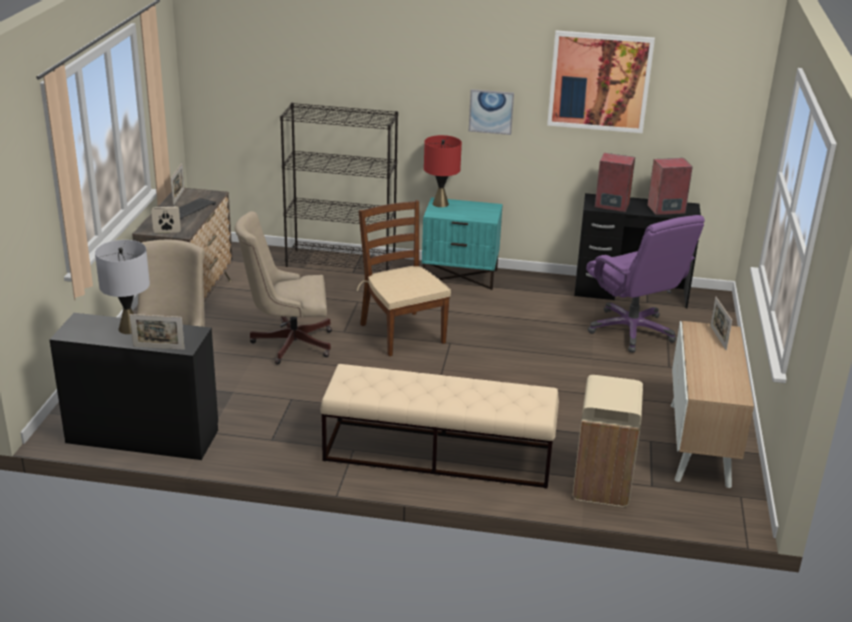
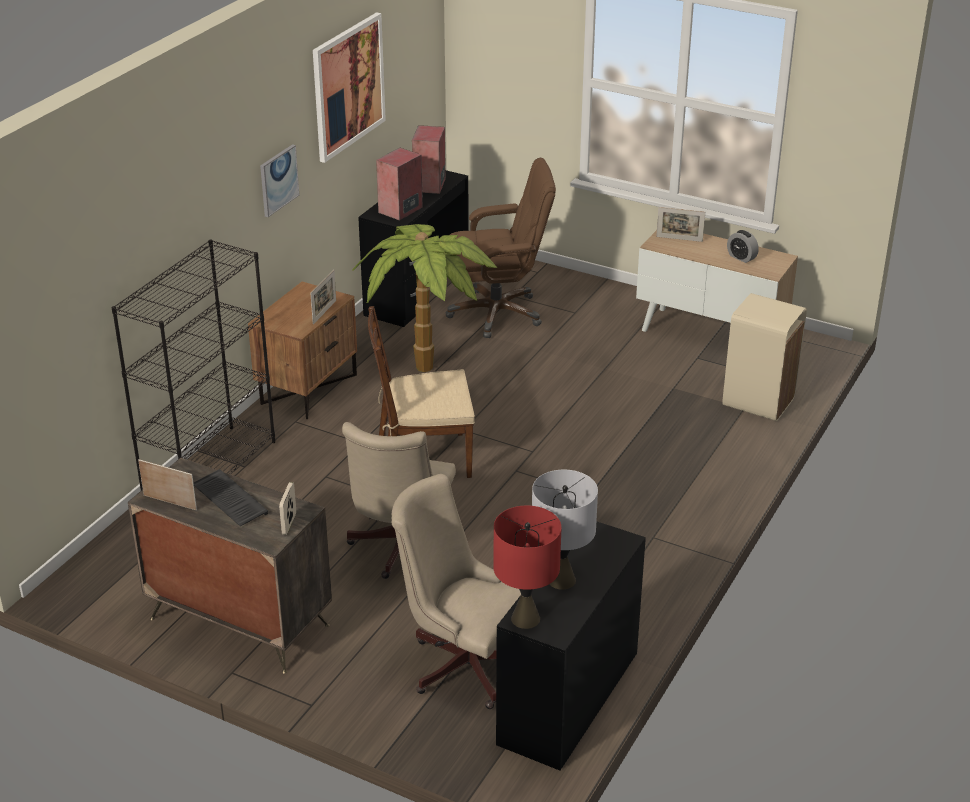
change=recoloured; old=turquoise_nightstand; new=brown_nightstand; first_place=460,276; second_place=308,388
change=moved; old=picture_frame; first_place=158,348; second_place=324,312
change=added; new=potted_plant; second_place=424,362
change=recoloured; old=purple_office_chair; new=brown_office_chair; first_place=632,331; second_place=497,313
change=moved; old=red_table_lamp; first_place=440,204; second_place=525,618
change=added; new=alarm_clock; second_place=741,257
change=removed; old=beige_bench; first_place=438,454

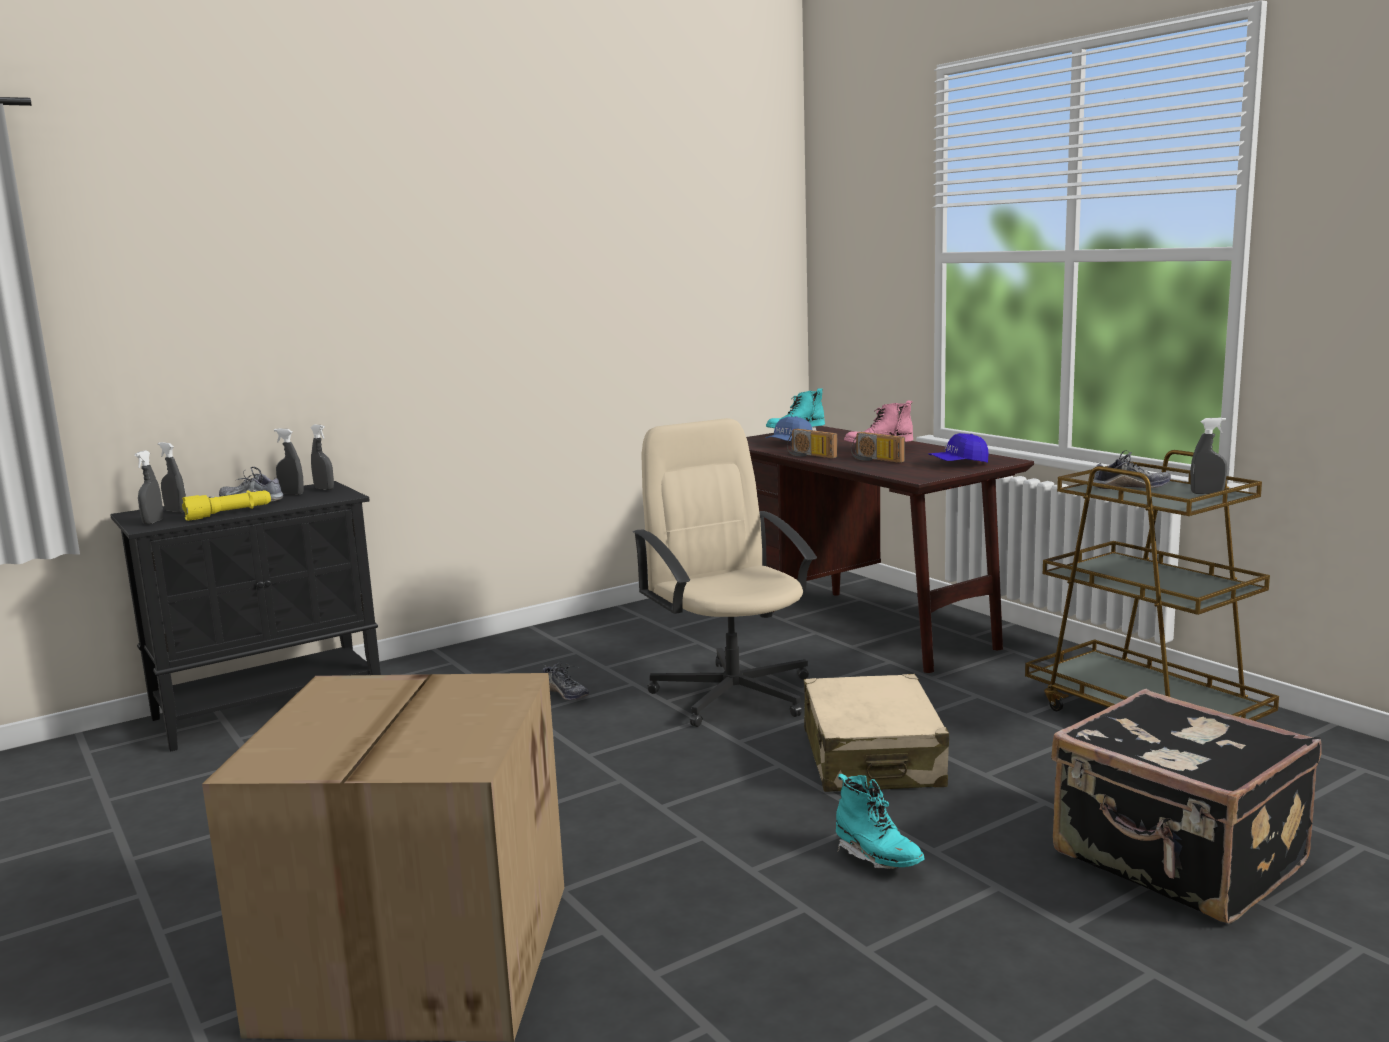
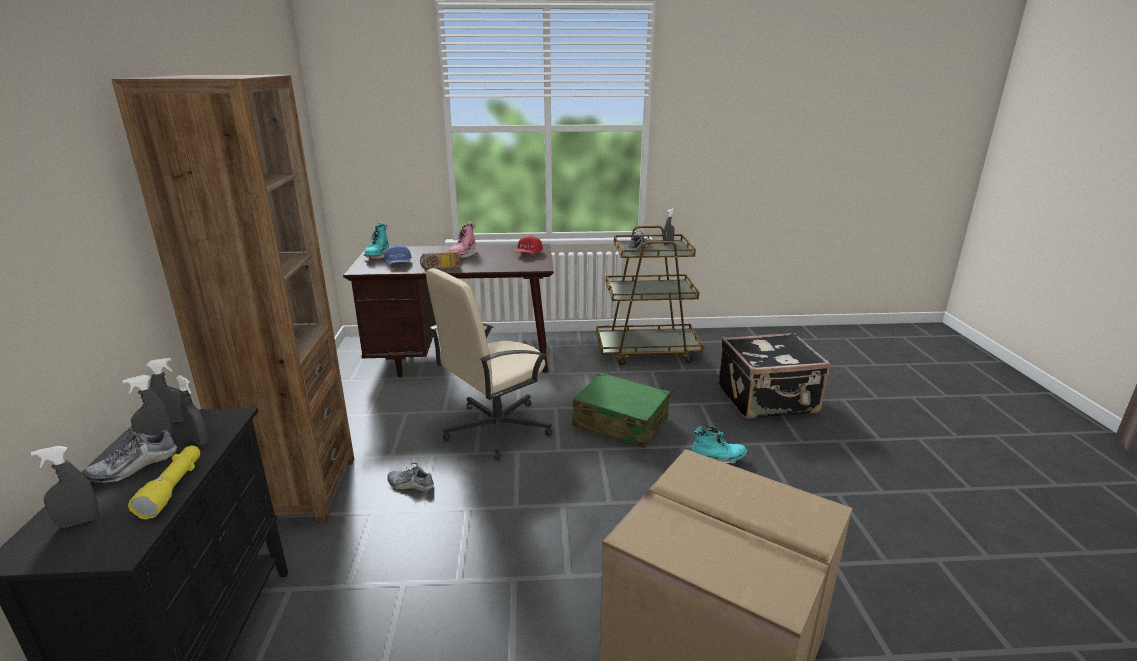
change=added; new=brown_bookcase; second_place=298,490
change=moved; old=grey_spray_bottle; first_place=153,522; second_place=199,441
change=turned; old=shoe; first_place=565,693; second_place=410,484; degrees=-150
change=turned; old=beige_office_chair; first_place=733,693; second_place=496,429; degrees=-45
change=recoloured; old=blue_cap; new=red_cap; first_place=959,464; second_place=528,254
change=recoloured; old=beige_suitcase; new=green_suitcase; first_place=872,758; second_place=620,422
change=removed; old=radio; first_place=875,460

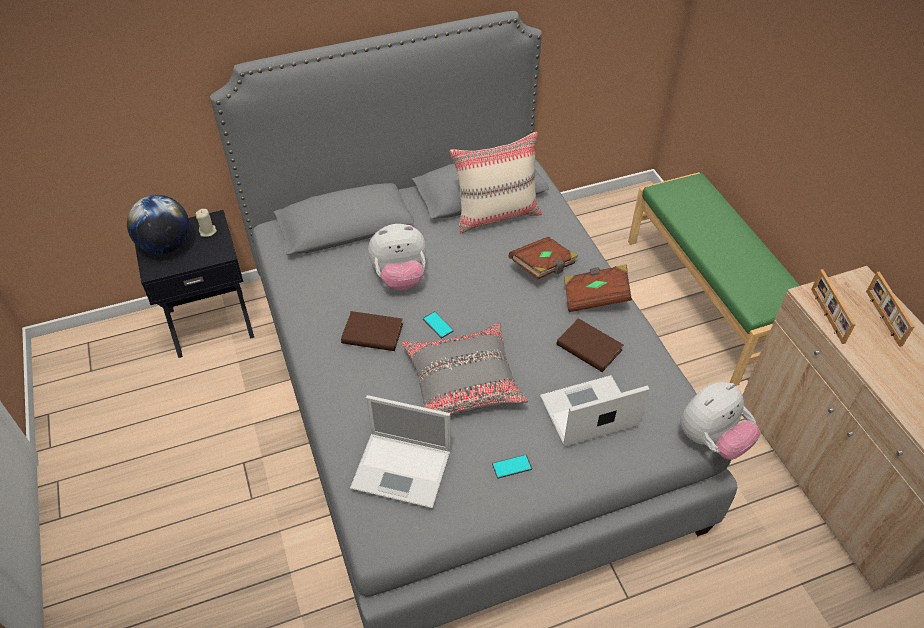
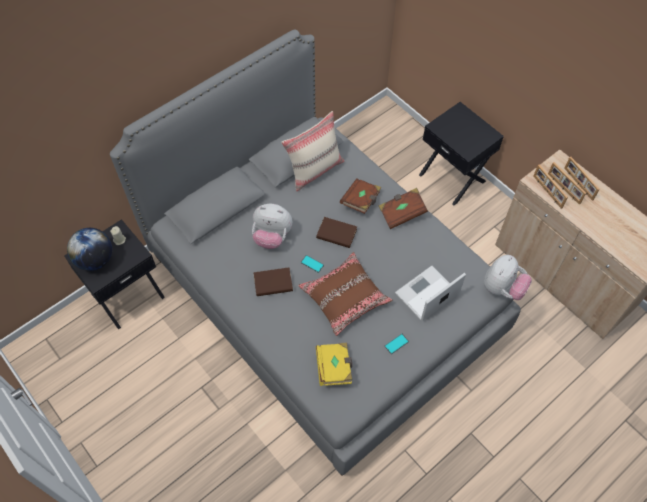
change=turned; old=plush_toy; first_place=400,277; second_place=272,236; degrees=45
change=recoloured; old=grey_pillow; new=brown_pillow; first_place=463,381; second_place=344,297
change=moved; old=brown_book; first_place=589,348; second_place=336,234
change=replaced; old=laptop; new=yellow_book; first_place=403,469; second_place=334,368
change=replaced; old=green_bench; new=black_nightstand; first_place=707,299; second_place=453,177
change=added; new=picture_frame; second_place=563,189

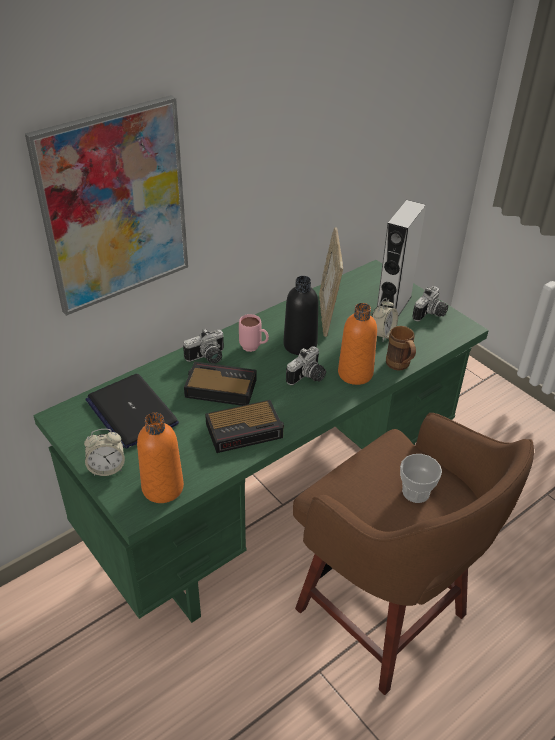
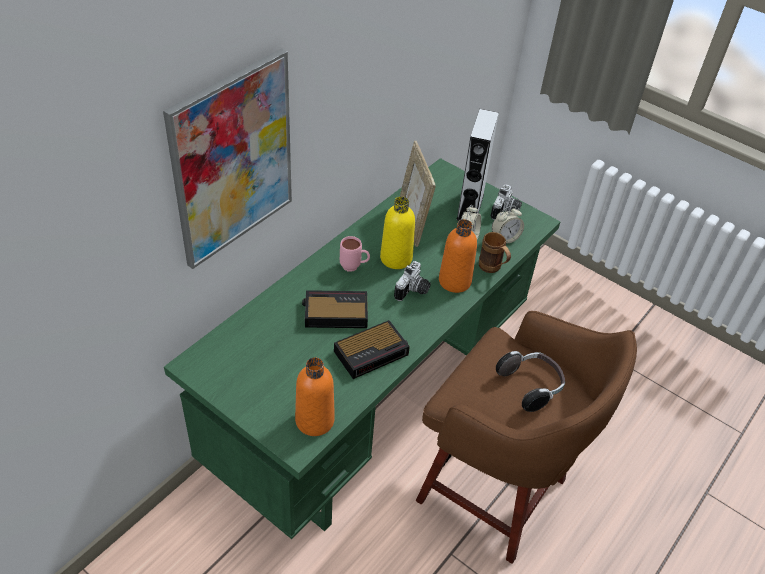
change=recoloured; old=black_bottle; new=yellow_bottle; first_place=300,345; second_place=396,258
change=moved; old=alarm_clock; first_place=107,468; second_place=505,238
change=replaced; old=cup; new=headphones; first_place=416,492; second_place=531,386
change=removed; old=laptop; first_place=131,412
change=removed; old=photo_camera; first_place=208,358

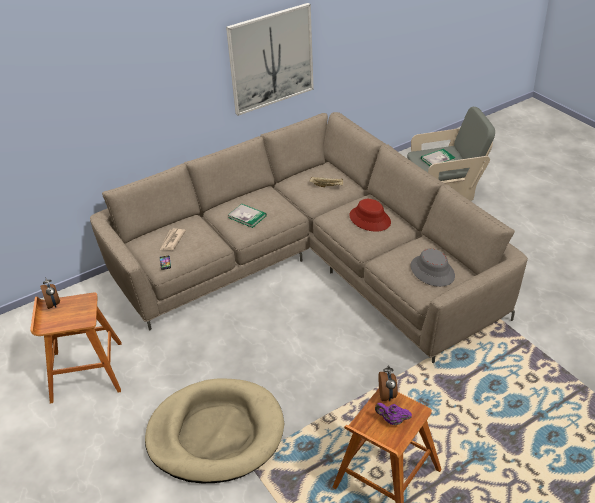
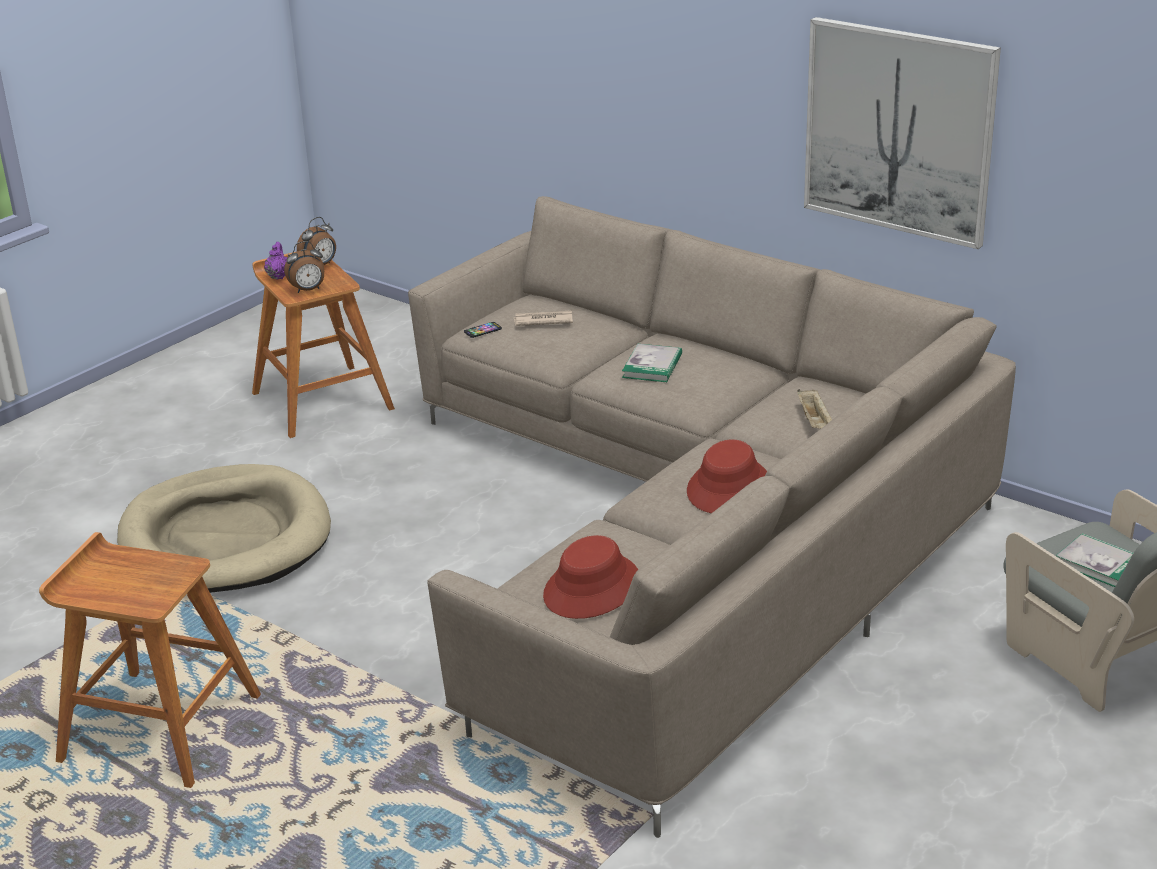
change=moved; old=purple_teapot; first_place=392,420; second_place=278,276
change=moved; old=alarm_clock; first_place=387,395; second_place=308,290
change=recoloured; old=grey_hat; new=red_hat; first_place=432,271; second_place=592,588

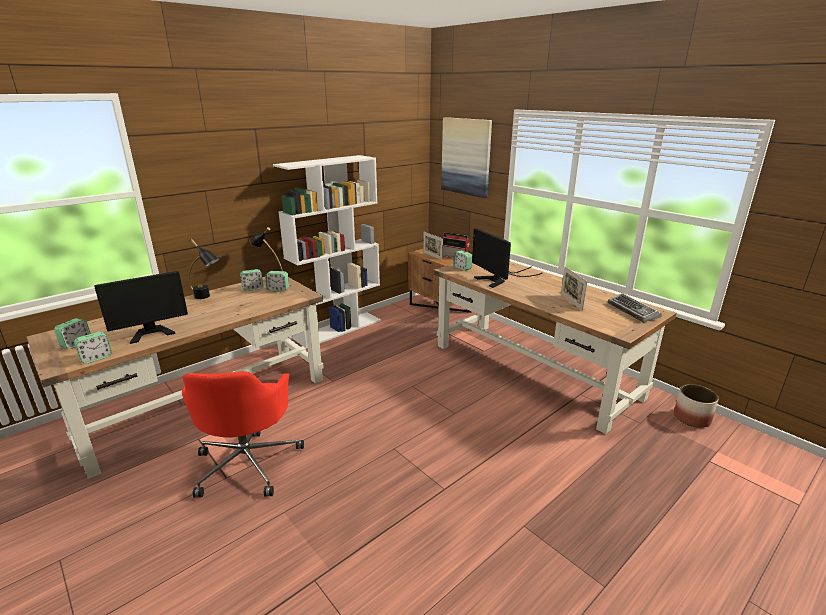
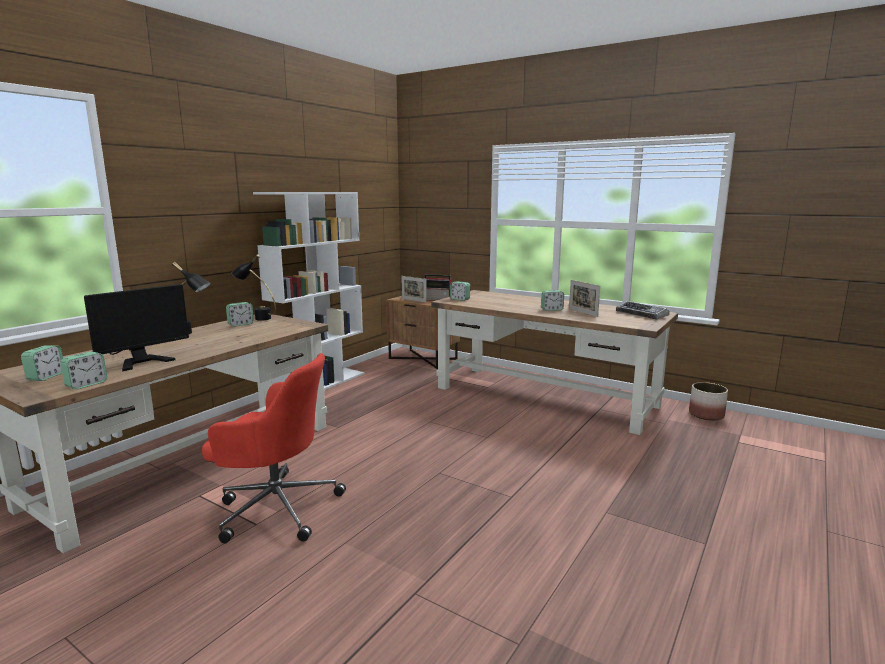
change=turned; old=red_office_chair; first_place=248,462; second_place=276,507; degrees=-60
change=moved; old=alarm_clock; first_place=278,289; second_place=552,309
change=removed; old=picture; first_place=466,157
change=removed; old=monitor; first_place=499,279

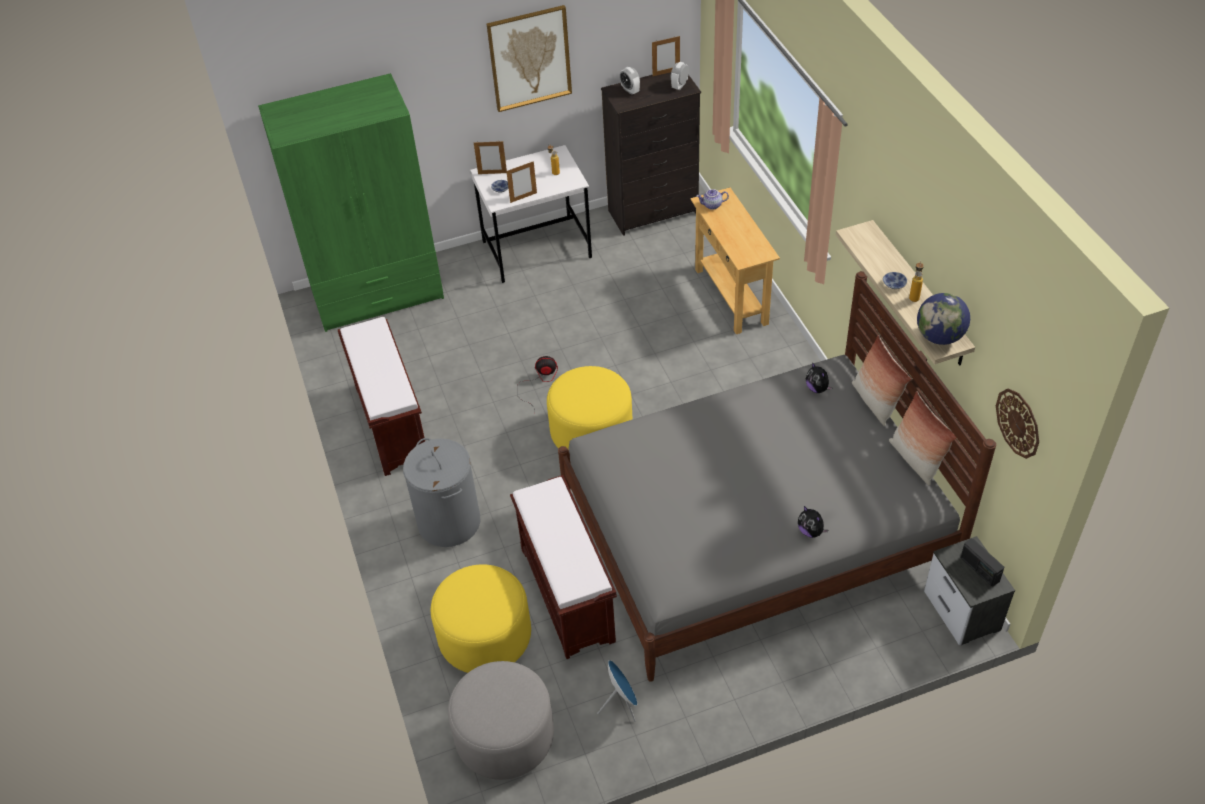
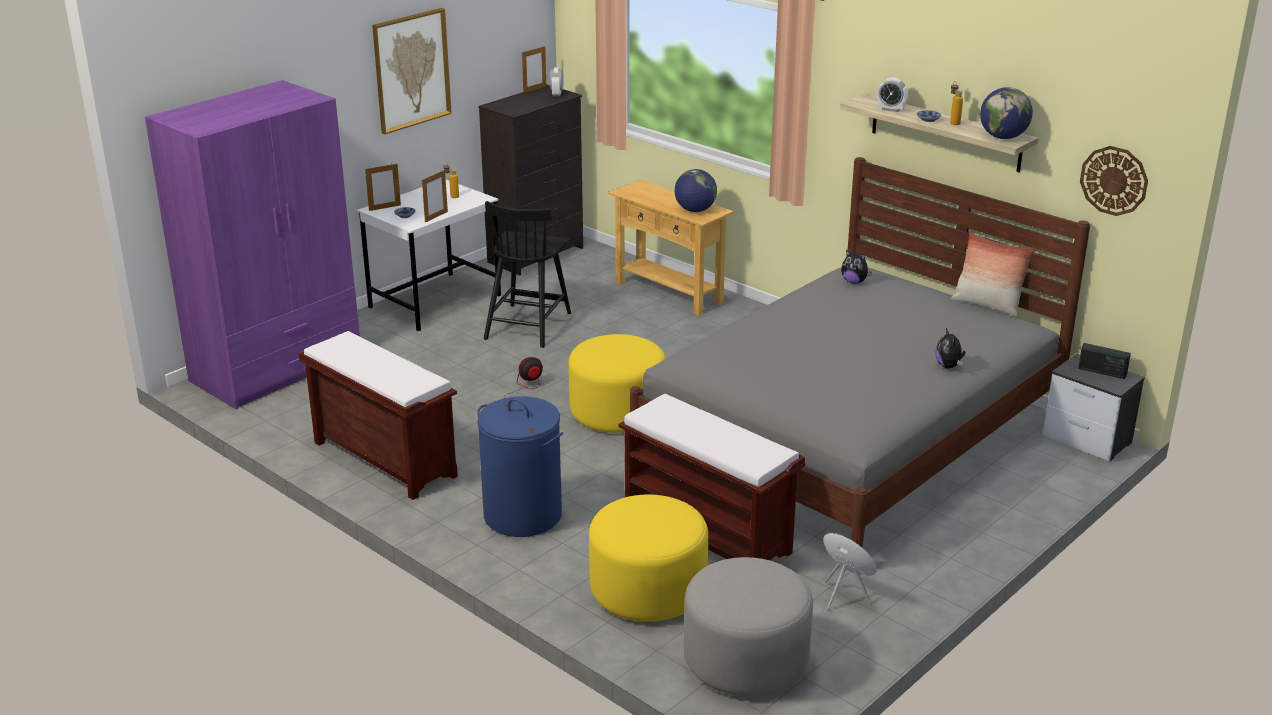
change=recoloured; old=green_wardrobe; new=purple_wardrobe; first_place=378,294; second_place=277,368
change=recoloured; old=grey_laundry_basket; new=blue_laundry_basket; first_place=449,522; second_place=523,515
change=added; new=black_chair; second_place=528,325
change=added; new=globe; second_place=695,210
change=moved; old=alarm_clock; first_place=630,90; second_place=891,109
change=turned; old=plush_toy; first_place=811,531; second_place=949,366; degrees=60
change=removed; old=teapot; first_place=712,205
change=removed; old=pillow; first_place=875,402

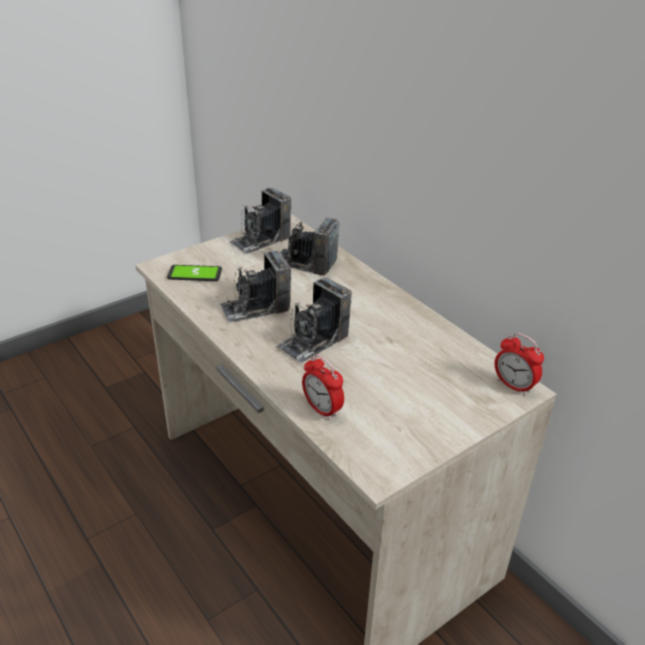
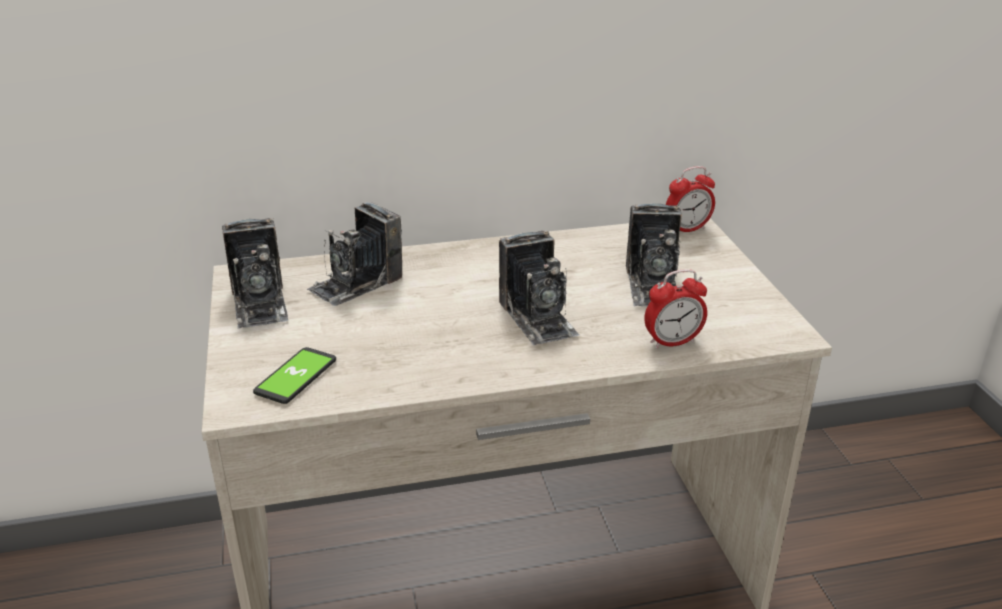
change=moved; old=photo_camera; first_place=255,307; second_place=653,285

